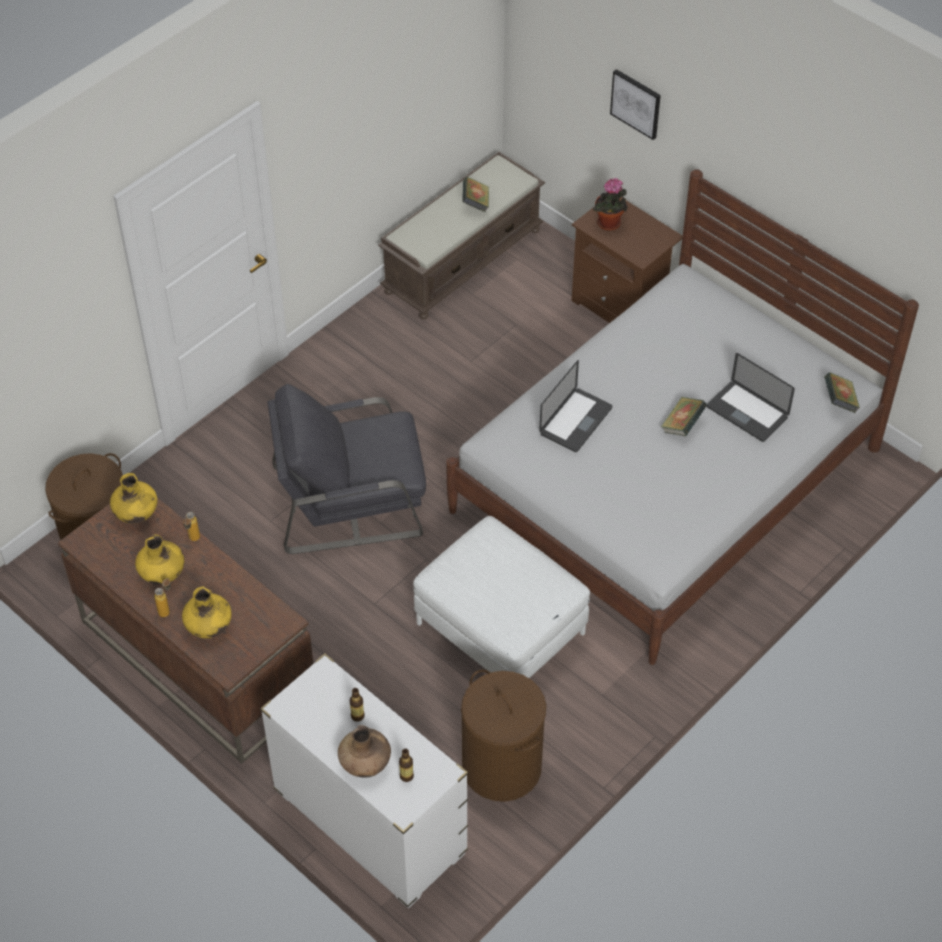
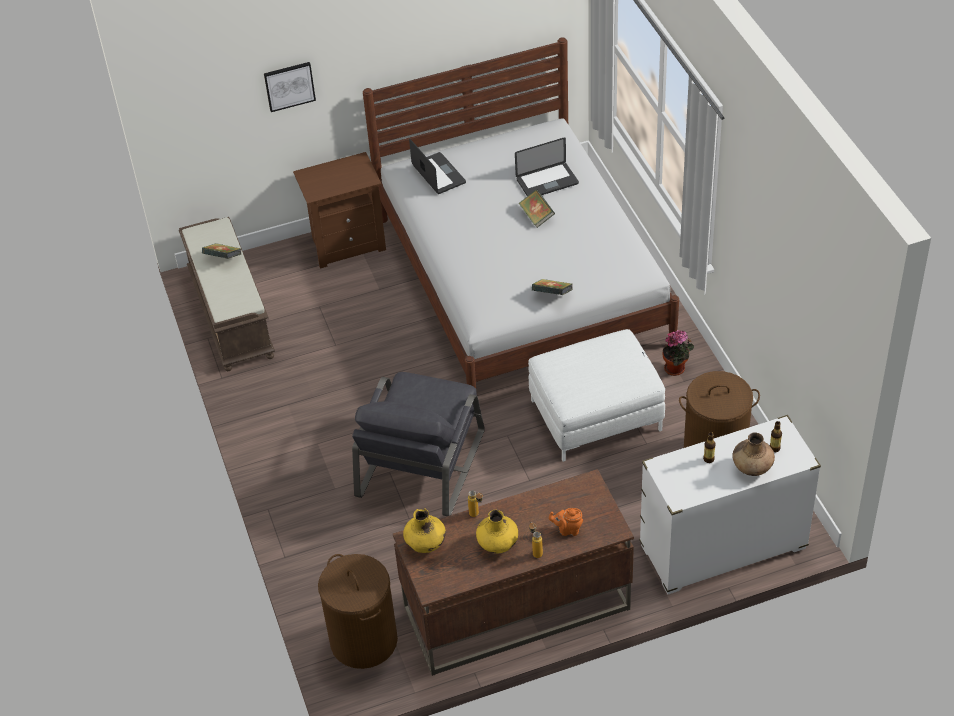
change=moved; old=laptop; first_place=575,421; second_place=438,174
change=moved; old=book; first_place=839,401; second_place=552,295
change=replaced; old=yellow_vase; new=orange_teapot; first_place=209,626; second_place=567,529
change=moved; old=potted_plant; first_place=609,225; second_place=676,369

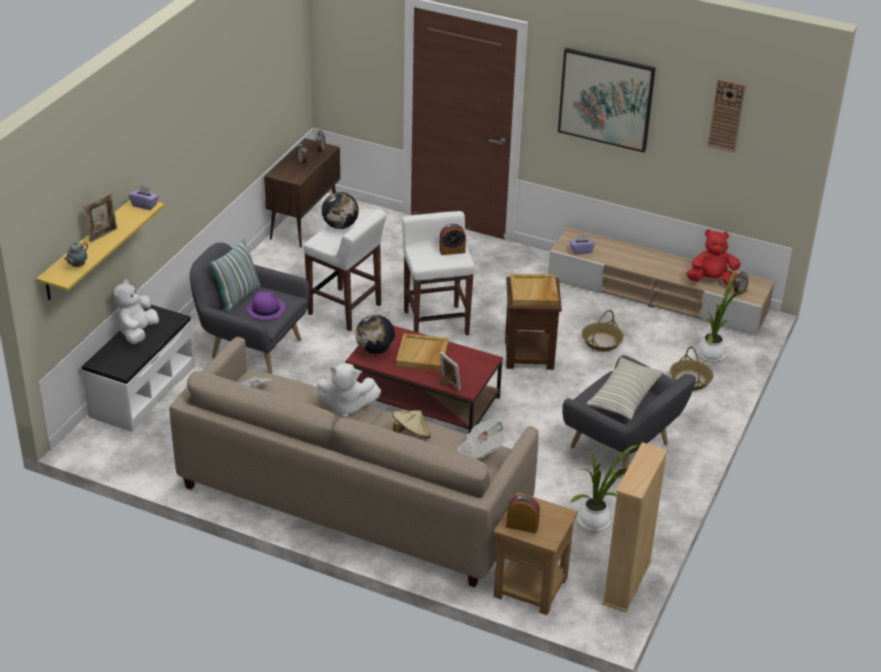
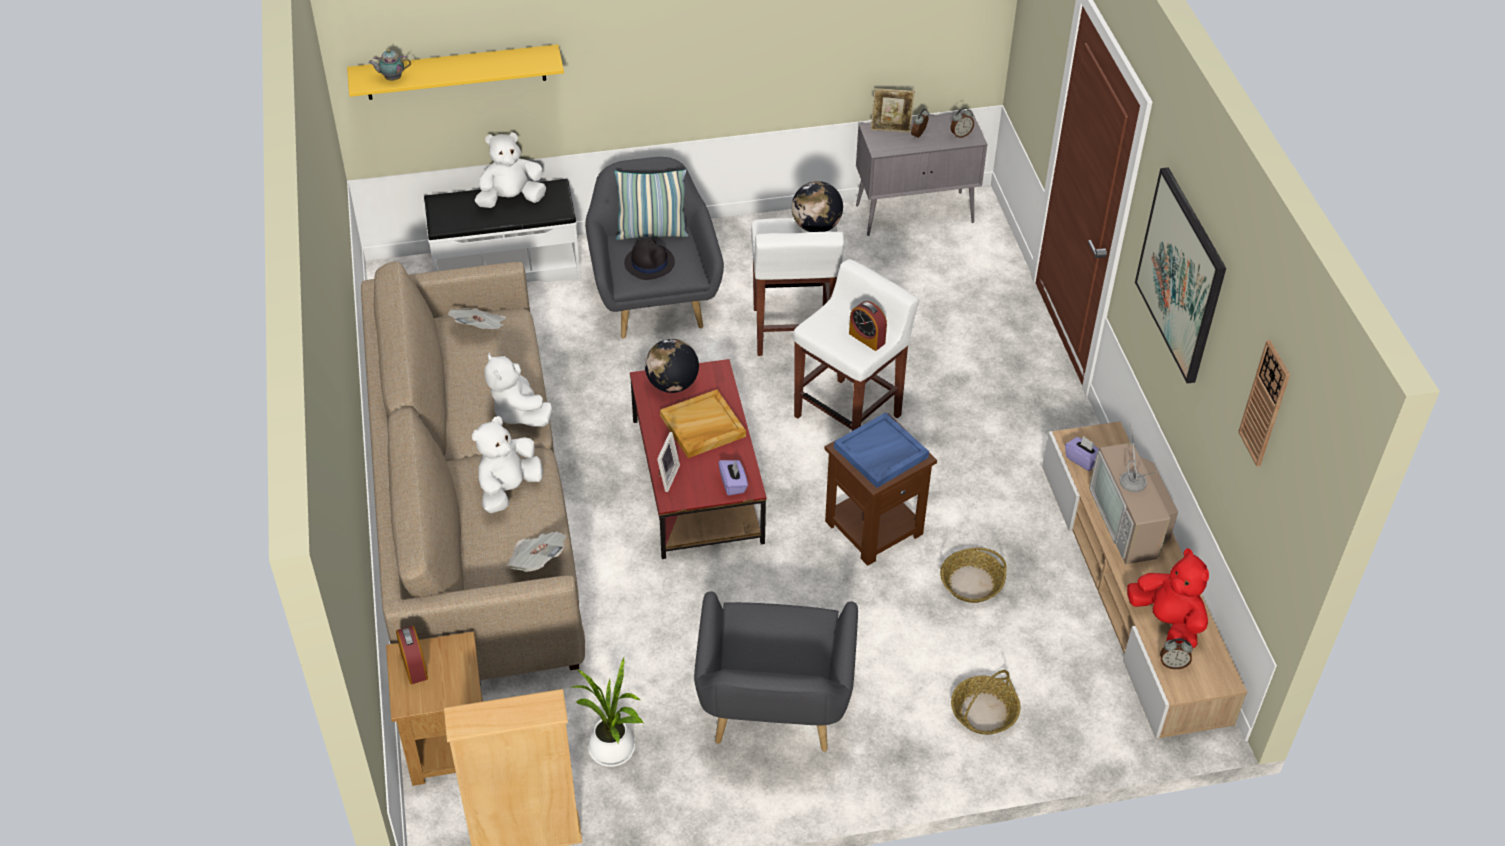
change=replaced; old=beige_hat; new=white_plush_toy; first_place=411,435; second_place=508,489
change=recoloured; old=purple_hat; new=black_hat; first_place=265,309; second_place=649,262
change=moved; old=purple_tissue_box; first_place=144,205; second_place=733,484
change=recoloured; old=beige_tray; new=blue_tray; first_place=534,292; second_place=880,453
change=recoloured; old=brown_cabinet; new=grey_cabinet; first_place=304,223; second_place=915,213
change=moved; old=picture_frame; first_place=103,235; second_place=891,129
change=added; new=television; second_place=1130,522
change=removed; old=pillow; first_place=624,398
change=removed; old=potted_plant; first_place=712,353

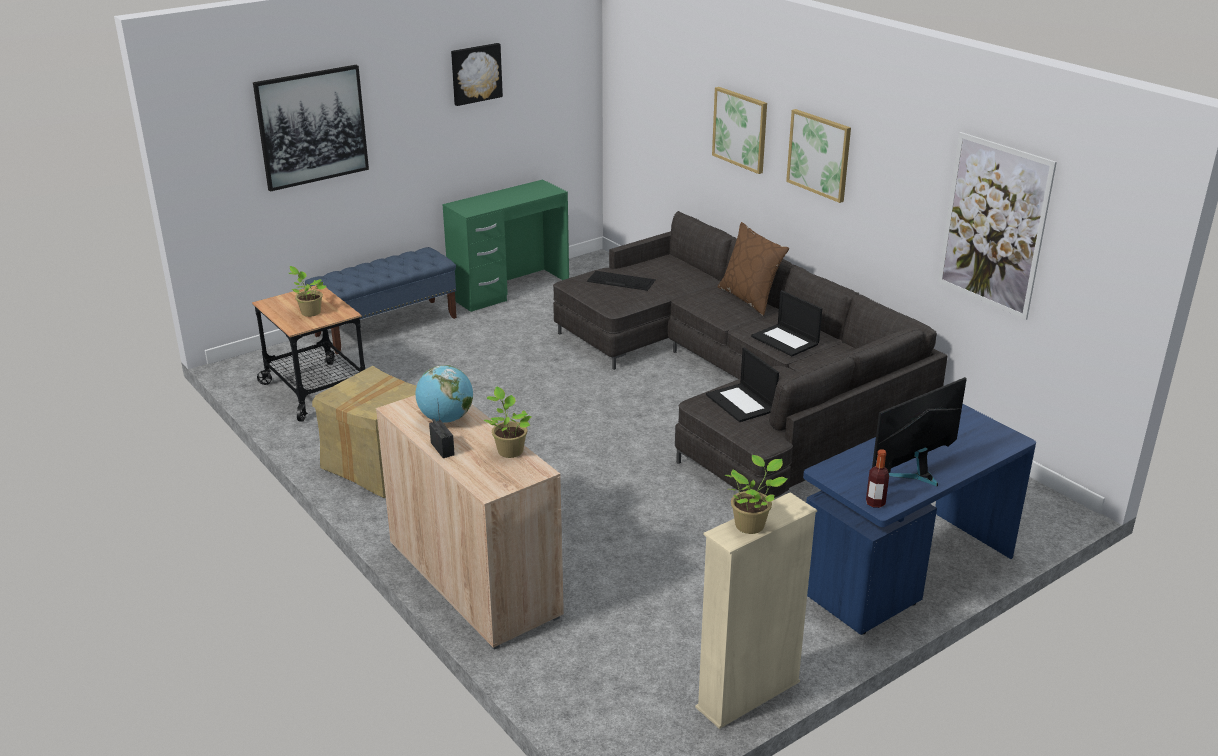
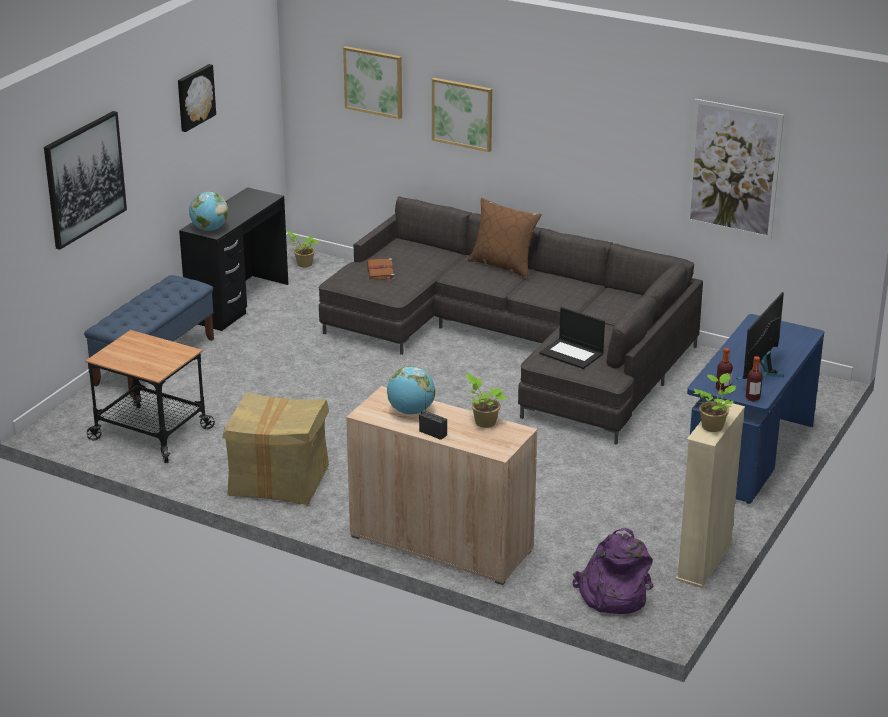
change=recoloured; old=green_desk; new=black_desk; first_place=509,289; second_place=238,302
change=added; new=globe; second_place=209,229
change=moved; old=potted_plant; first_place=309,312; second_place=303,264
change=moved; old=picture; first_place=819,155; second_place=374,82
change=replaced; old=keyboard; new=brown_book; first_place=622,280; second_place=380,271
change=added; new=purple_backpack; second_place=612,595
change=added; new=bottle; second_place=723,389
change=removed; old=laptop; first_place=786,340

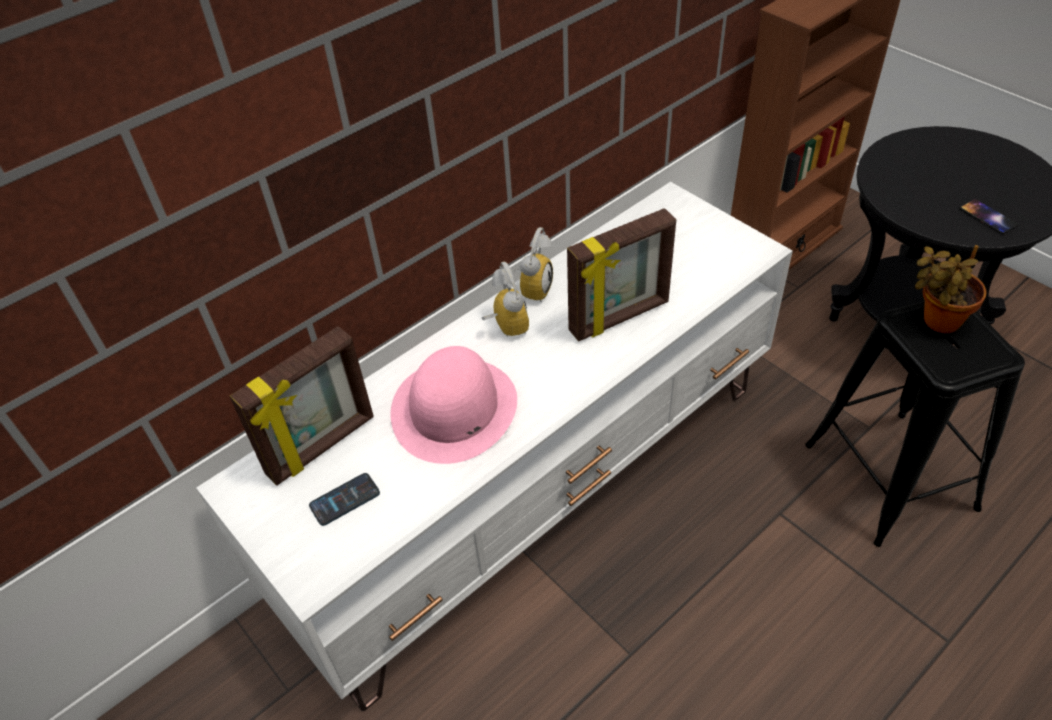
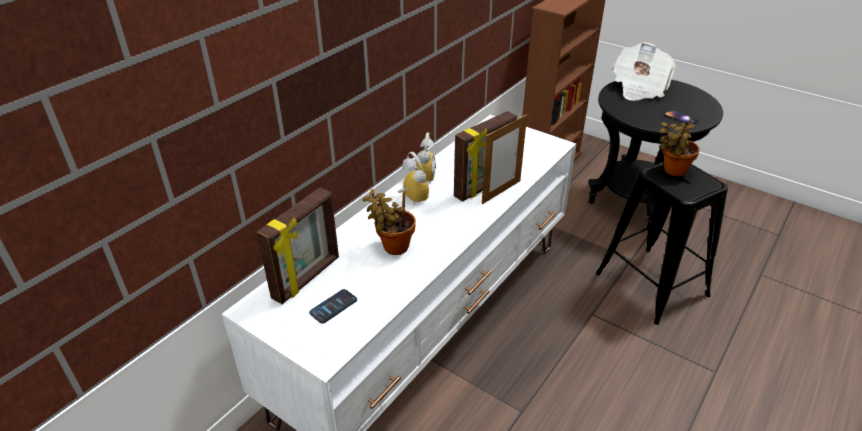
change=replaced; old=pink_hat; new=potted_plant; first_place=454,409; second_place=393,247
change=added; new=picture_frame; second_place=501,192
change=added; new=newspaper; second_place=639,88

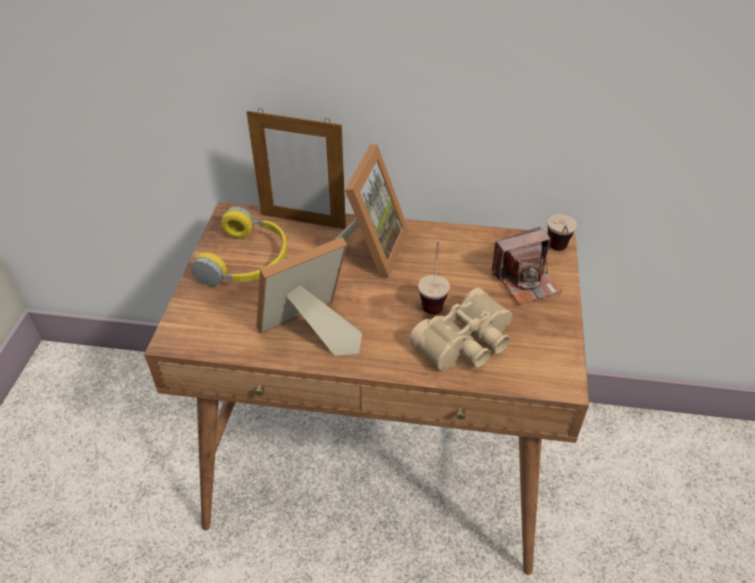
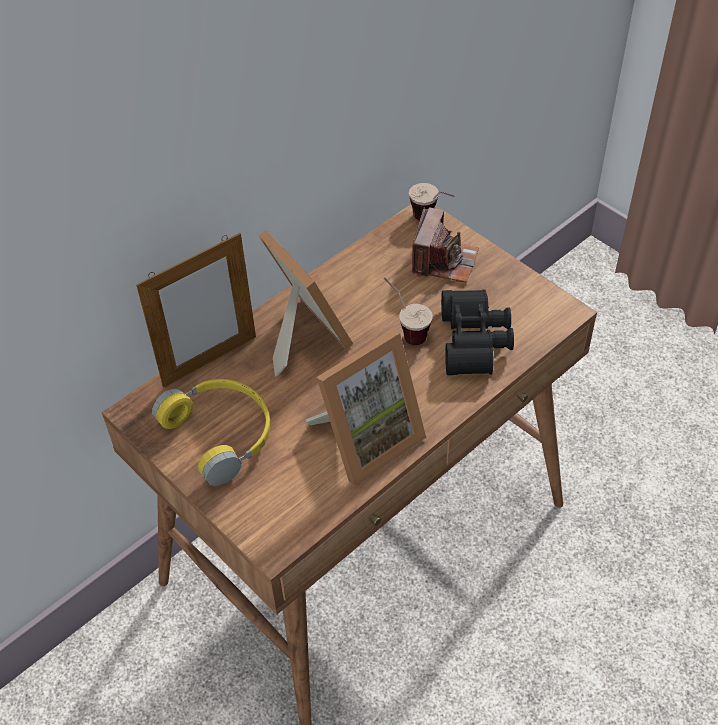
change=turned; old=picture_frame; first_place=309,334; second_place=366,439; degrees=-135
change=recoloured; old=beige_binoculars; new=black_binoculars; first_place=467,344; second_place=476,341

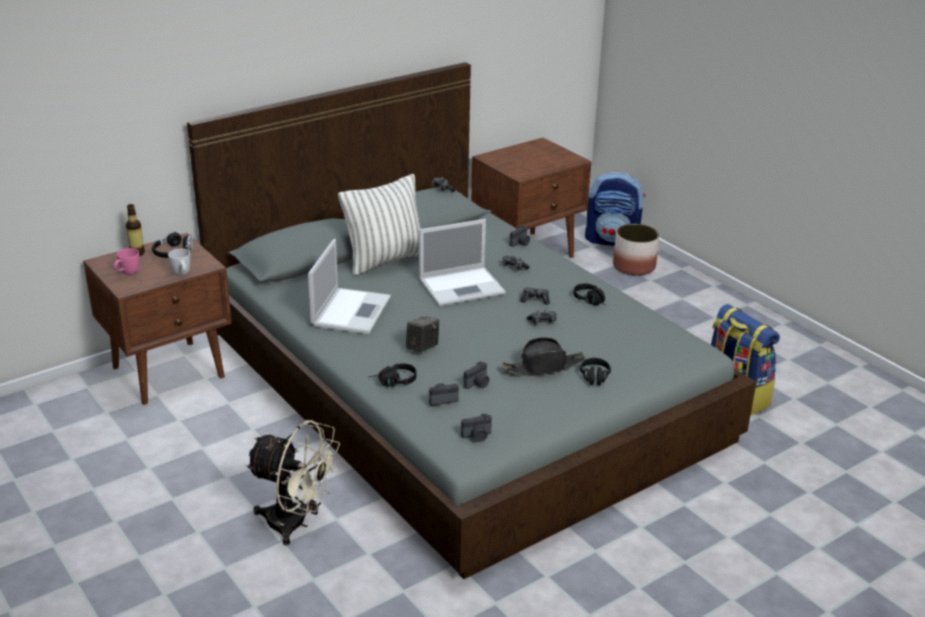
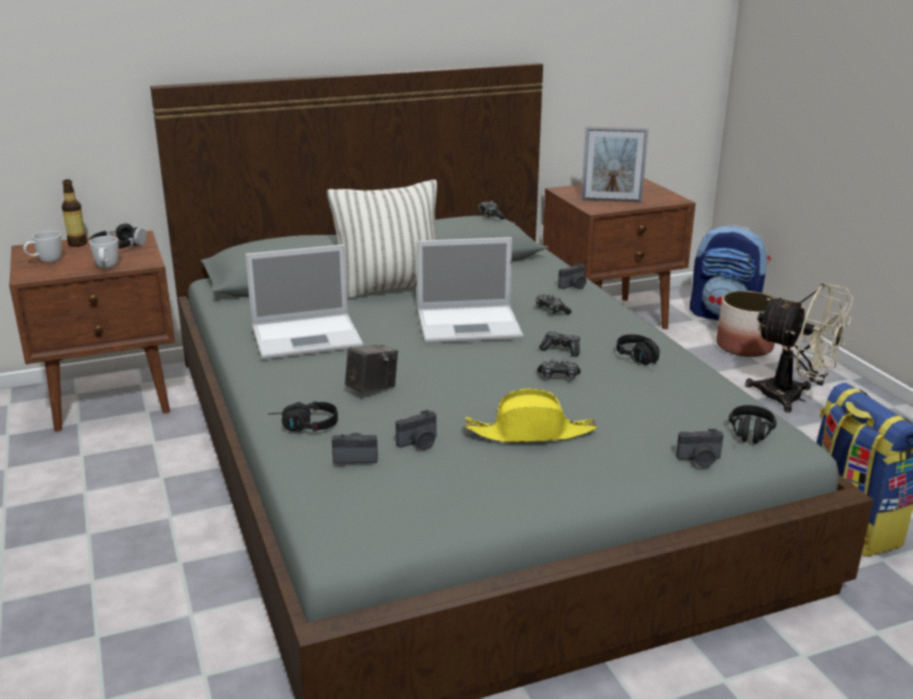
change=recoloured; old=pink_mug; new=white_mug; first_place=127,274; second_place=45,262
change=turned; old=laptop; first_place=351,310; second_place=308,336; degrees=45
change=recoloured; old=black_hat; new=yellow_hat; first_place=544,367; second_place=531,433
change=added; new=picture_frame; second_place=611,200
change=moved; old=photo_camera; first_place=477,436; second_place=699,460
change=moved; old=black_headphones; first_place=595,380; second_place=750,436
change=moved; old=beige_fan; first_place=296,524; second_place=792,398

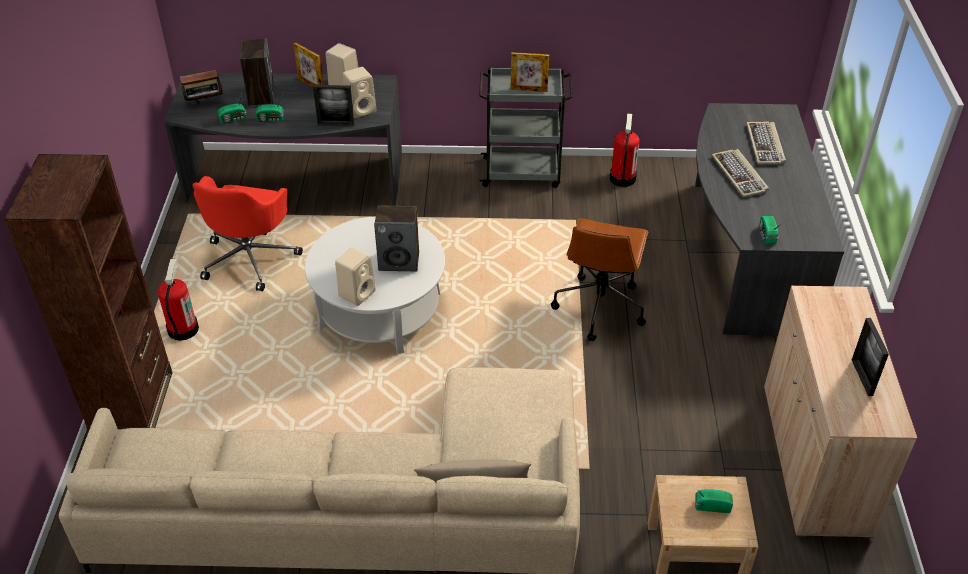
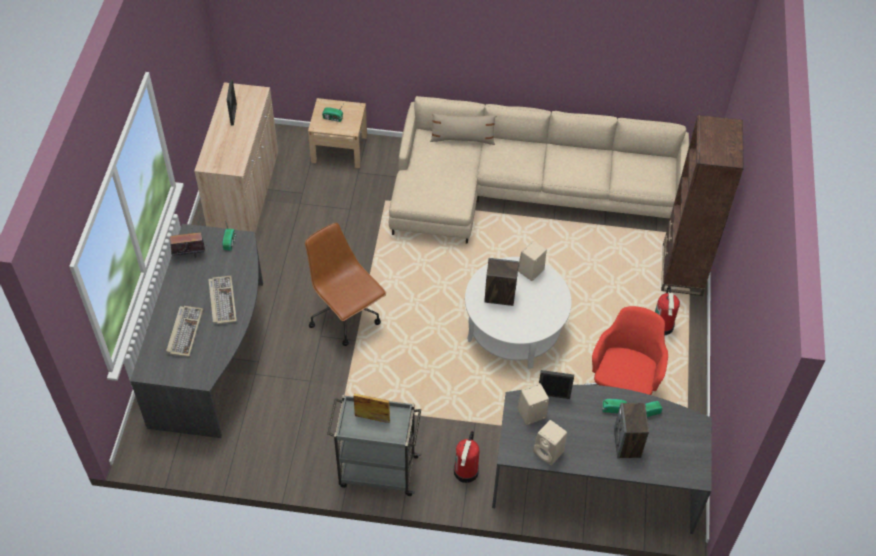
change=moved; old=radio; first_place=205,103; second_place=189,254
change=turned; old=brown_office_chair; first_place=599,306; second_place=346,316; degrees=-60
change=moved; old=fire_extinguisher; first_place=622,178; second_place=466,471
change=removed; old=picture_frame; first_place=311,85

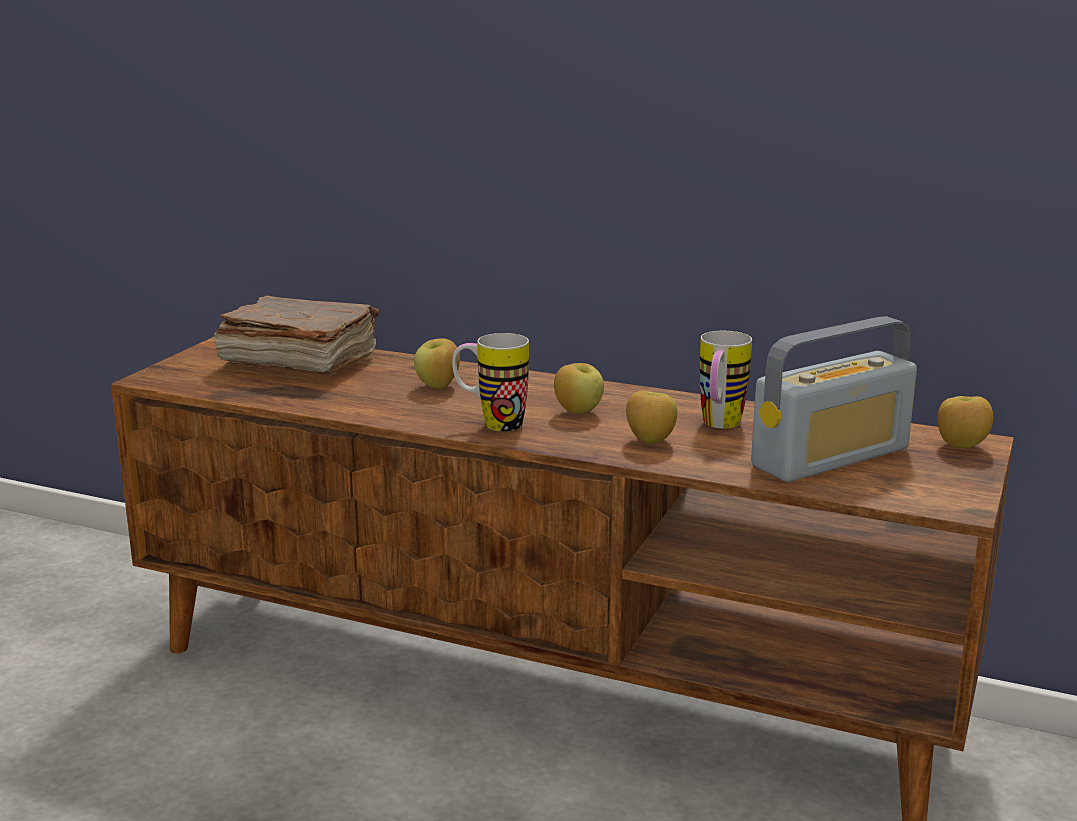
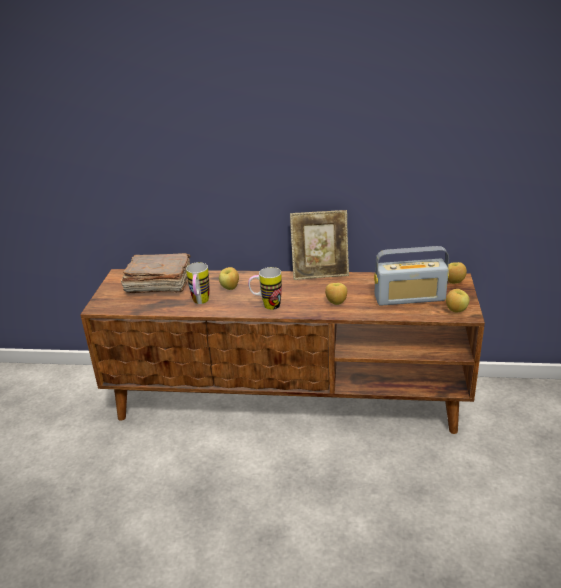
change=moved; old=mug; first_place=719,426; second_place=200,303
change=added; new=picture_frame; second_place=320,273
change=turned; old=radio; first_place=830,457; second_place=409,298; degrees=45
change=moved; old=apple; first_place=578,411; second_place=456,310

